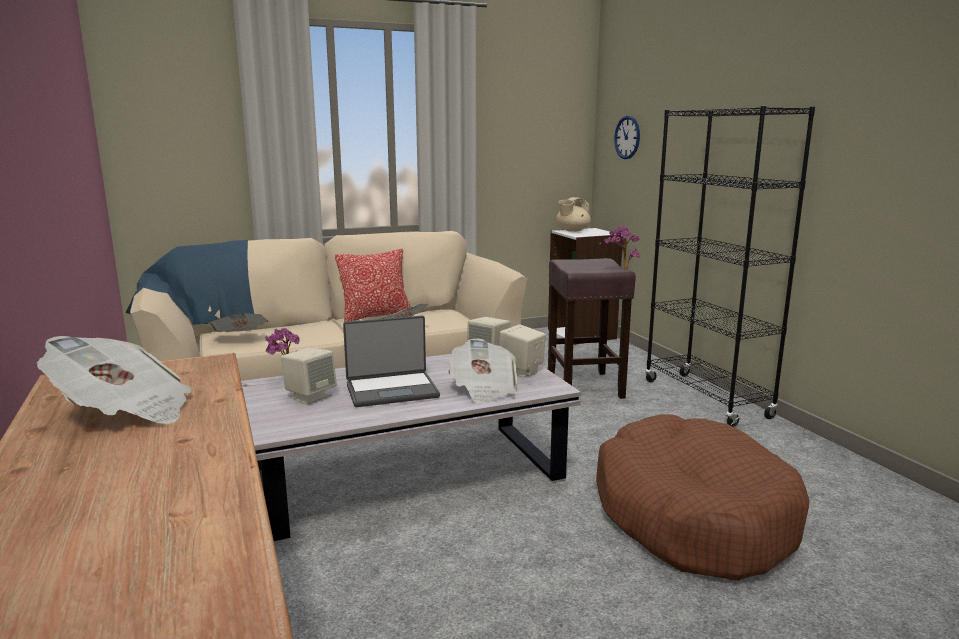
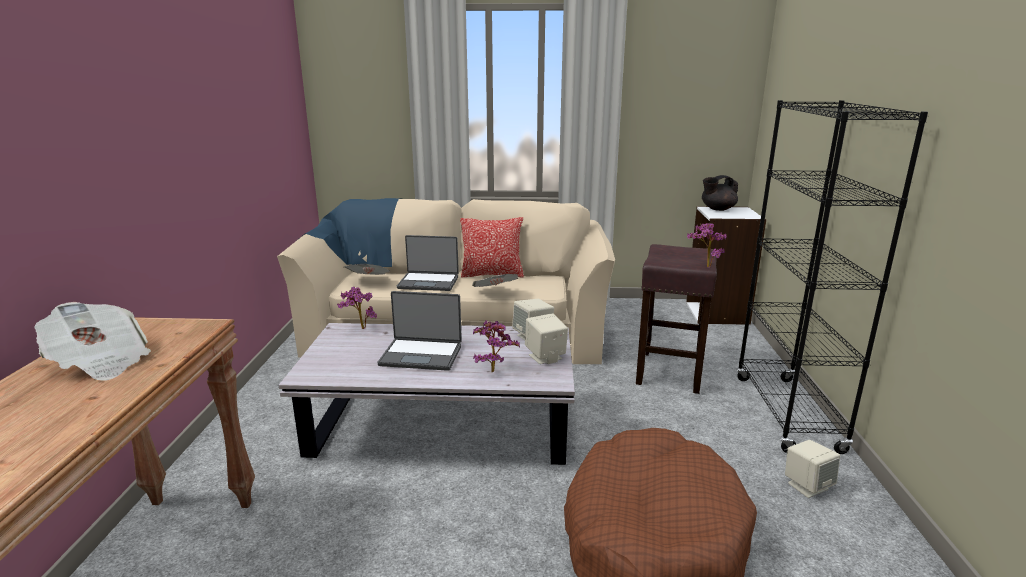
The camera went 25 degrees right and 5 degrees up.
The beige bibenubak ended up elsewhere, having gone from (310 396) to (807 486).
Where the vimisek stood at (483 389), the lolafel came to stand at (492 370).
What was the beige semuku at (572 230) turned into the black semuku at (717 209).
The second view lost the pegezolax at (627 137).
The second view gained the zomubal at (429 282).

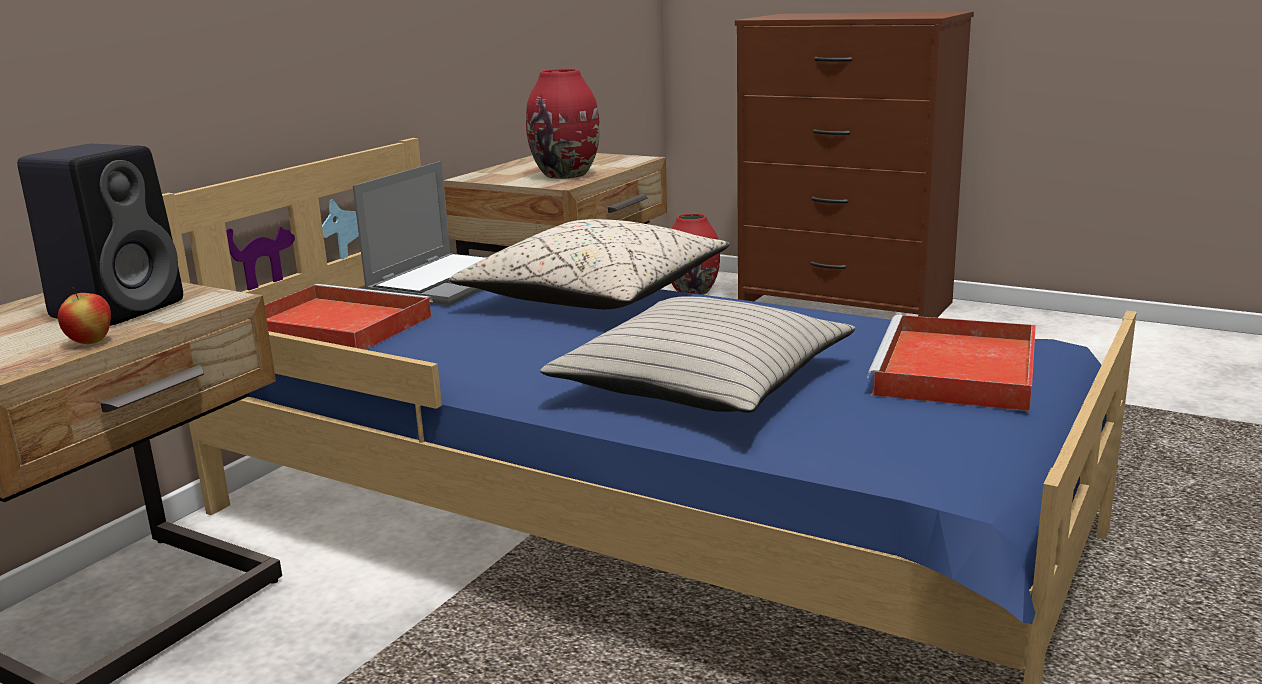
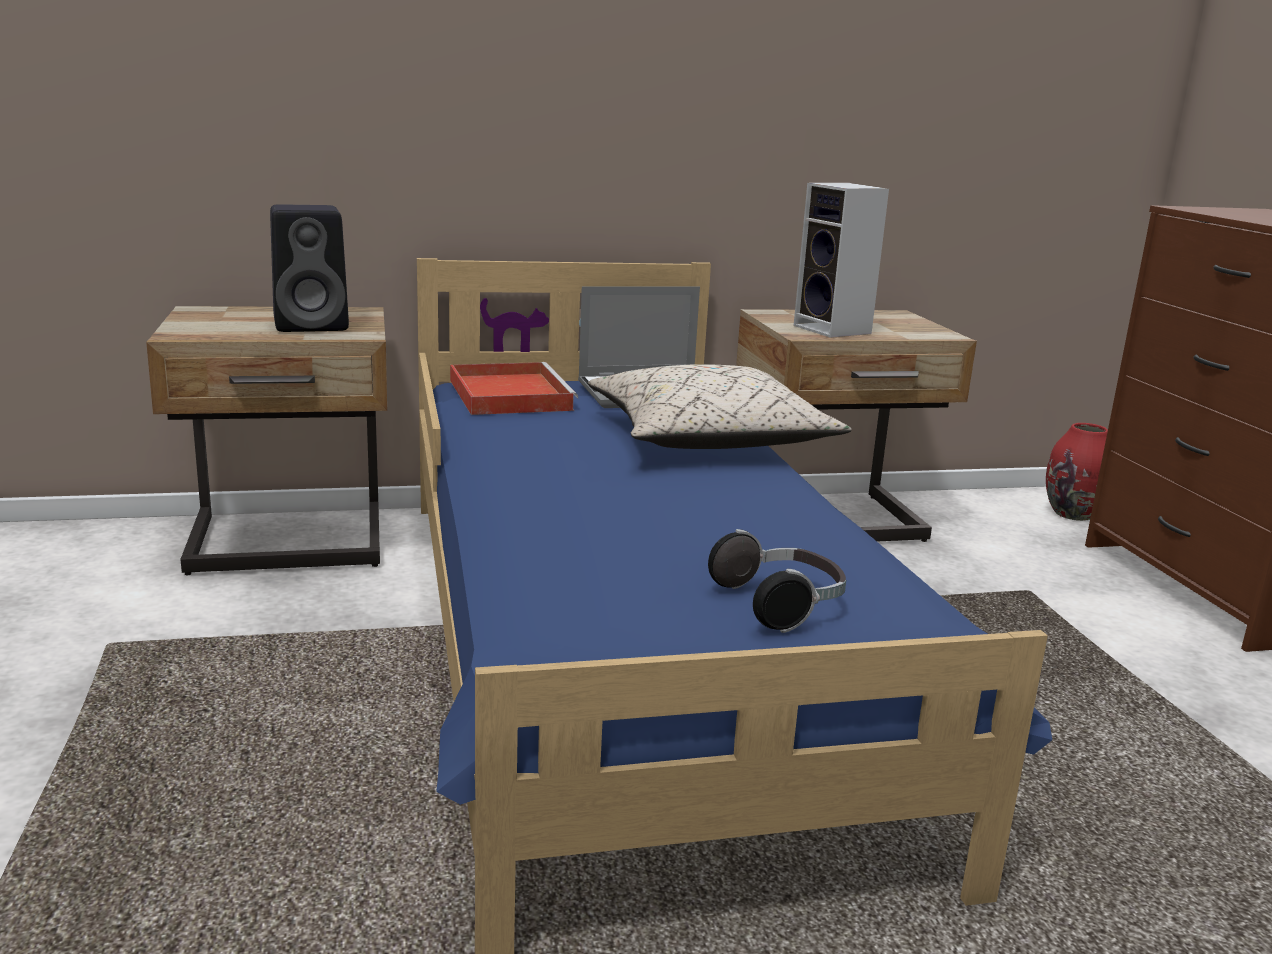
The camera went 45 degrees right and 0 degrees up.
The second view lost the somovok at (90 342).
Where the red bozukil stood at (566 175), the bibenubak came to stand at (835 330).
The second view lost the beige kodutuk at (702 382).
Where the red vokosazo stood at (957 372), the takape came to stand at (780 605).

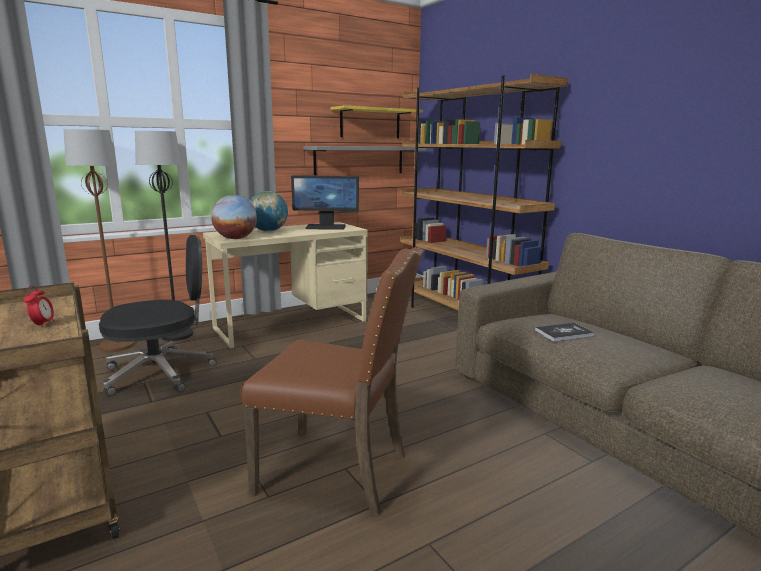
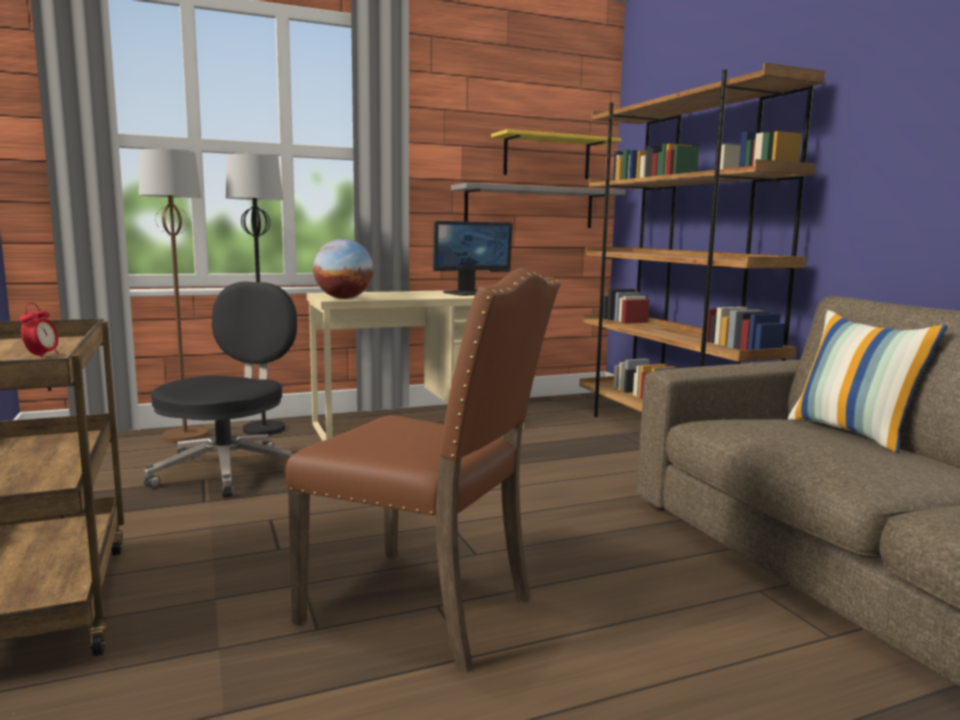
The camera went 10 degrees right and 5 degrees down.
The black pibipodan at (161 373) ended up facing another way, 60 degrees counterclockwise from before.
The second view lost the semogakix at (268 231).
The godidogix at (326 227) ended up facing another way, 45 degrees counterclockwise from before.
The second view lost the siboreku at (564 333).
The second view gained the kodutuk at (853 433).

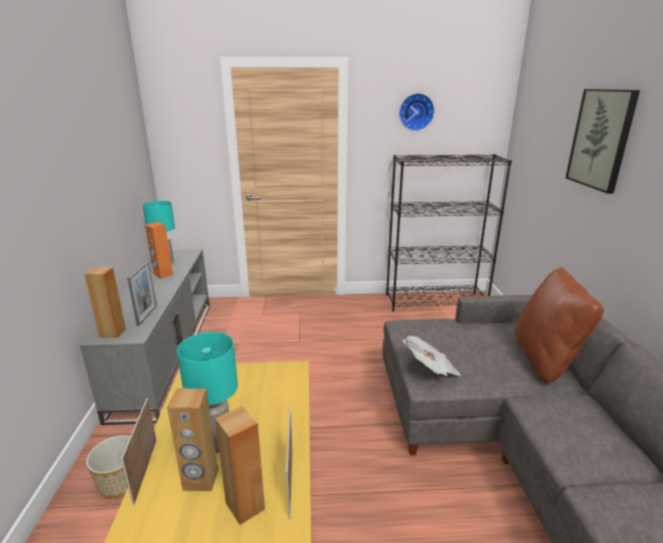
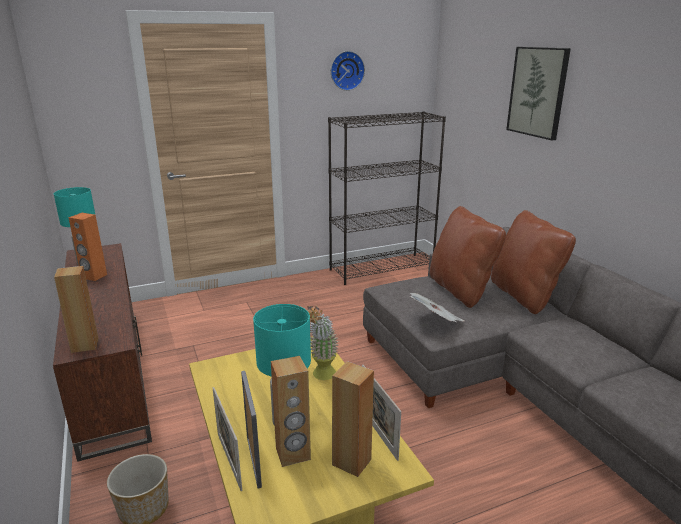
The camera went 20 degrees left and 0 degrees up.
What was the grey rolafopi at (165 353) turned into the brown rolafopi at (109 371).
The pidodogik ended up elsewhere, having gone from (147 315) to (254 461).
The second view gained the lolafel at (321 376).
The second view gained the brown kodutuk at (460 290).

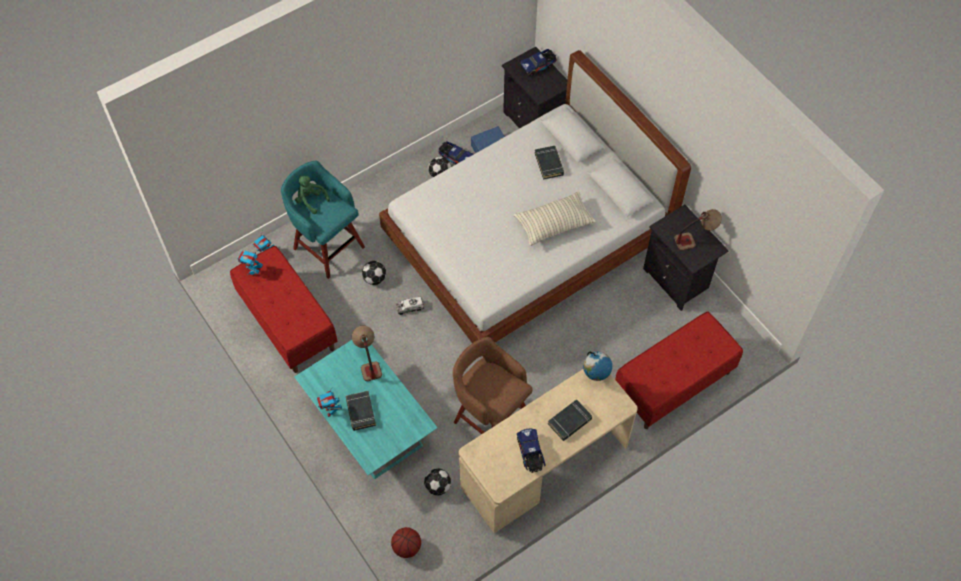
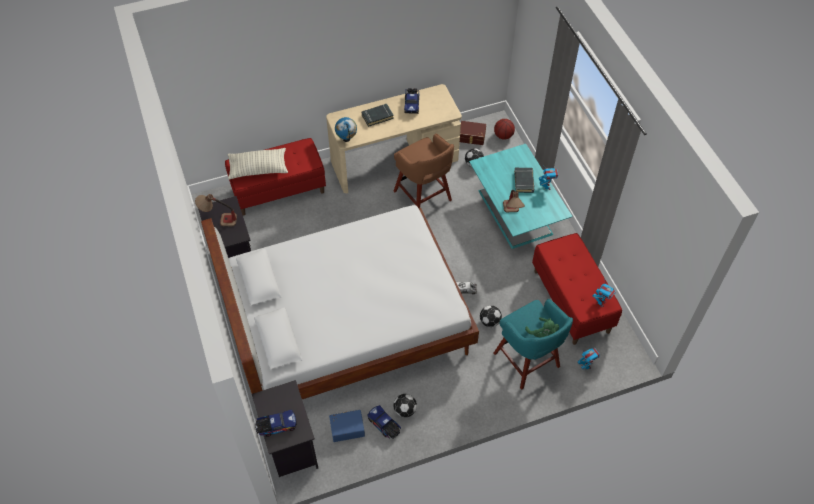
The camera went 165 degrees left and 5 degrees down.
The kodutuk ended up elsewhere, having gone from (554 224) to (258 169).
The second view lost the black siboreku at (549 164).
The second view gained the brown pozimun at (471 137).

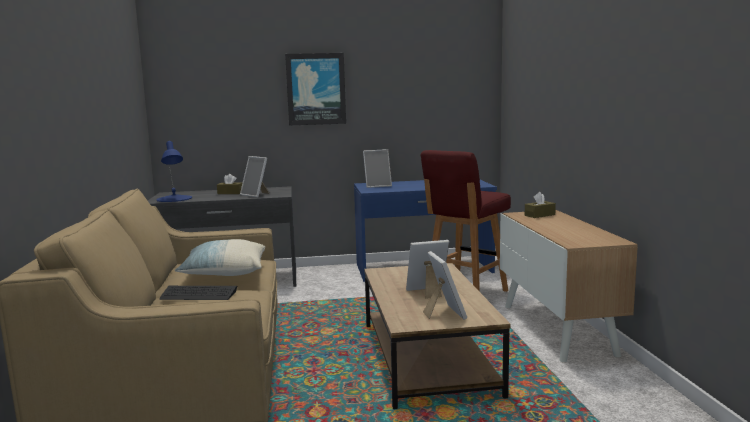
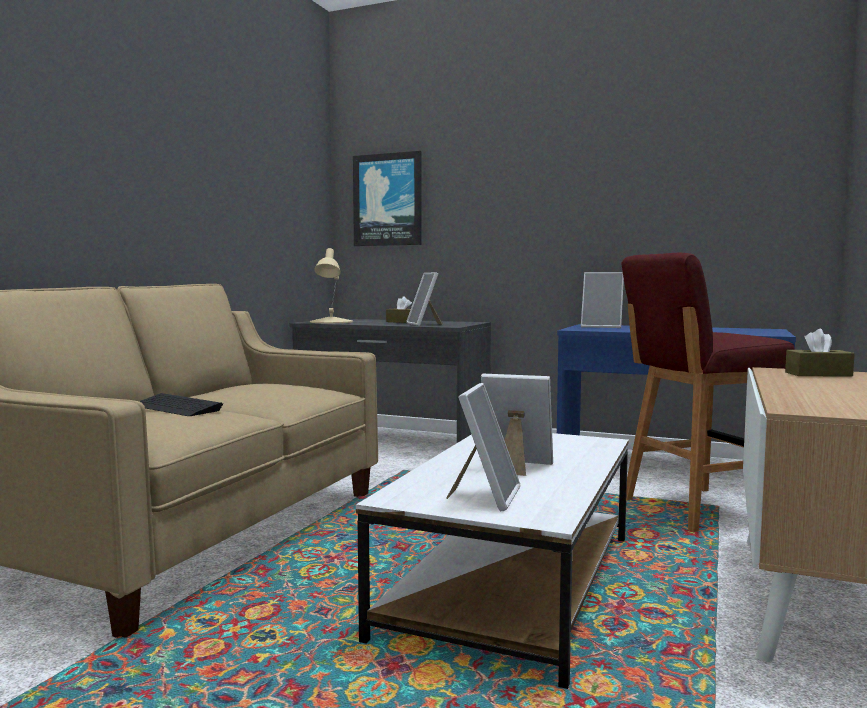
The camera went 30 degrees right and 5 degrees down.
What was the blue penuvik at (174 199) turned into the beige penuvik at (331 322).
The second view lost the kodutuk at (224 273).
The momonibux ended up elsewhere, having gone from (316 89) to (387 200).
What was the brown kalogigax at (426 357) turned into the white kalogigax at (513 583).

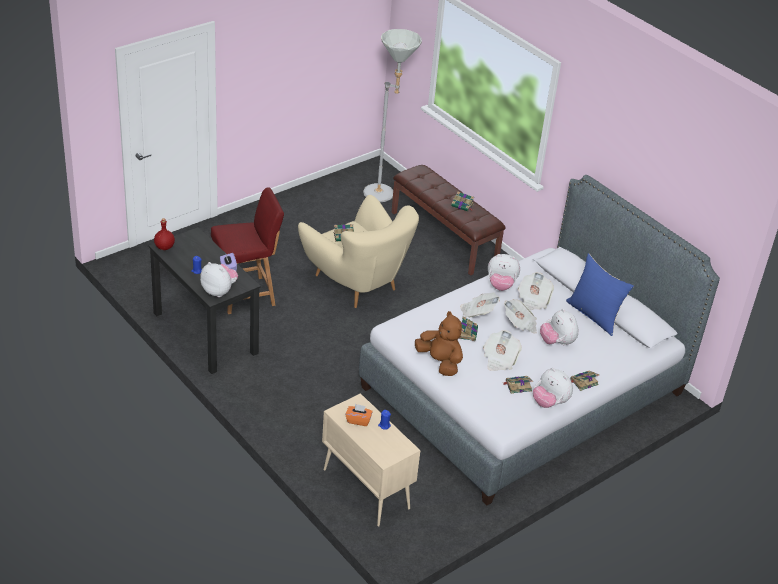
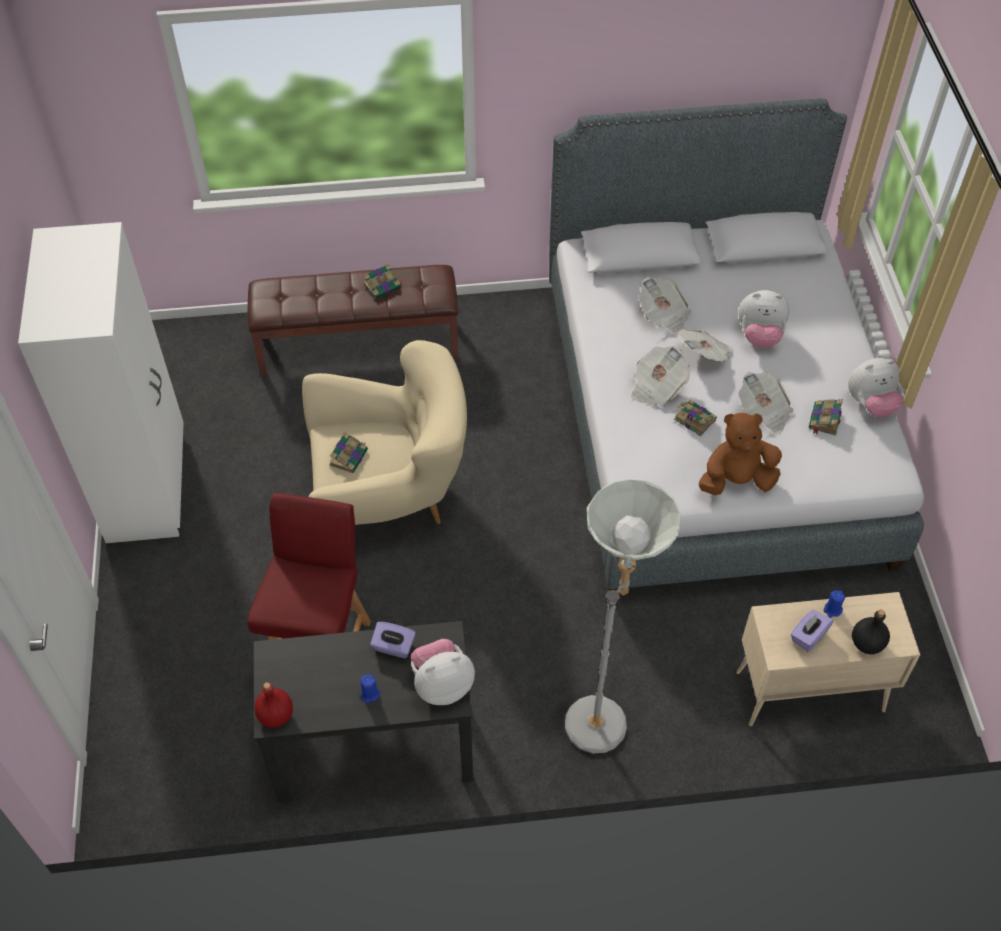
The camera went 55 degrees left and 15 degrees up.
What was the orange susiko at (358 420) turned into the purple susiko at (808 636).
The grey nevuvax ended up elsewhere, having gone from (385 194) to (603 714).
The second view lost the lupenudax at (501 285).
The second view lost the blue kodutuk at (594 315).
The second view lost the siboreku at (583 382).
The second view gained the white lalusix at (148 484).
The second view gained the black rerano at (867 643).

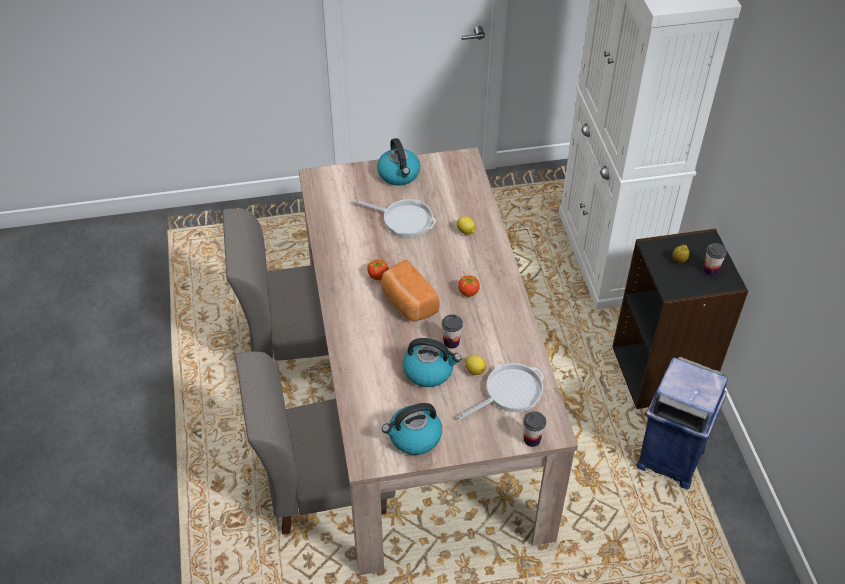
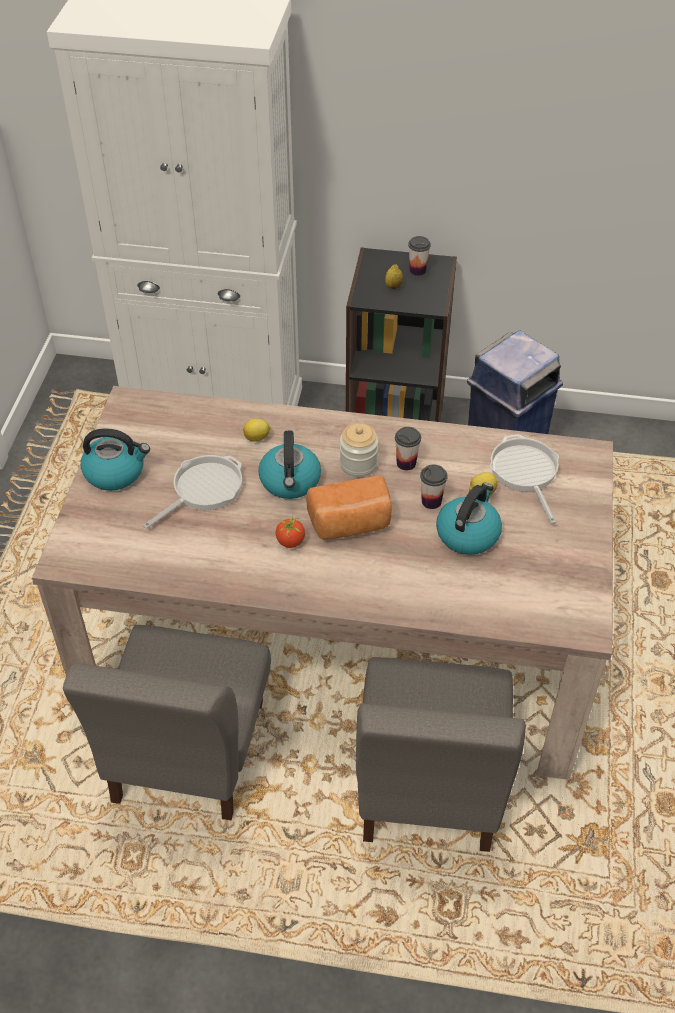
The camera went 70 degrees left and 0 degrees up.
The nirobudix ended up elsewhere, having gone from (414 437) to (290 482).
Where the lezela stood at (468 292), the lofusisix came to stand at (358 464).
The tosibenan ended up elsewhere, having gone from (532 439) to (406 463).

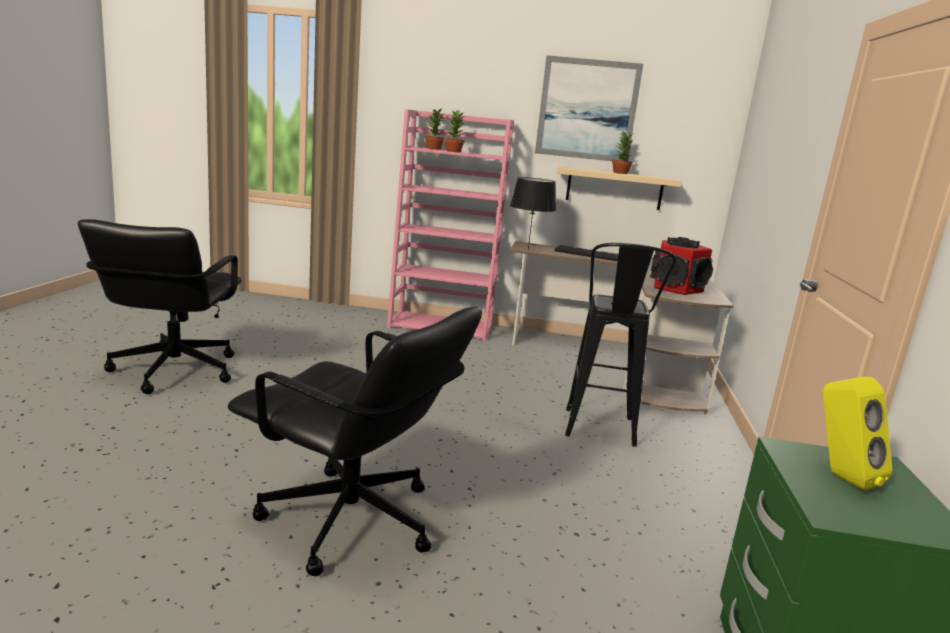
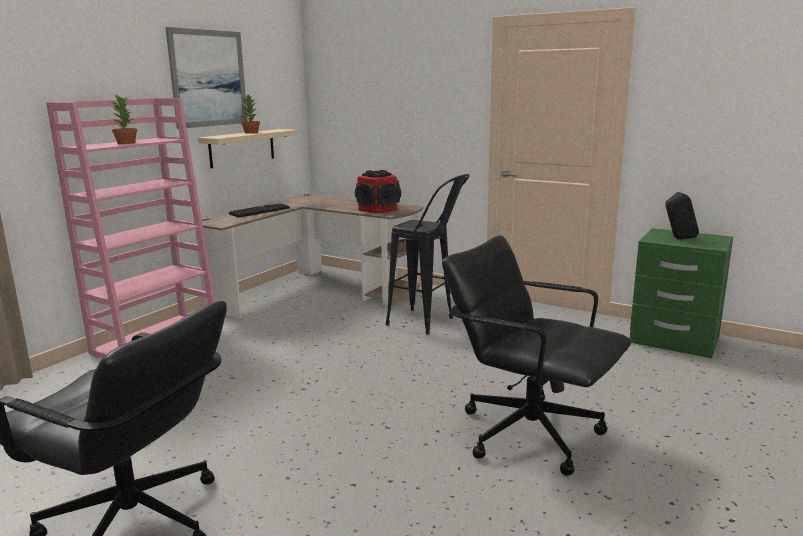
The camera went 65 degrees left and 0 degrees up.
The black pibipodan at (351 522) ended up facing another way, 105 degrees counterclockwise from before.
The second view lost the lolafel at (433 149).
The second view lost the black penuvik at (528 249).
What was the yellow bibenubak at (840 477) turned into the black bibenubak at (678 239).

